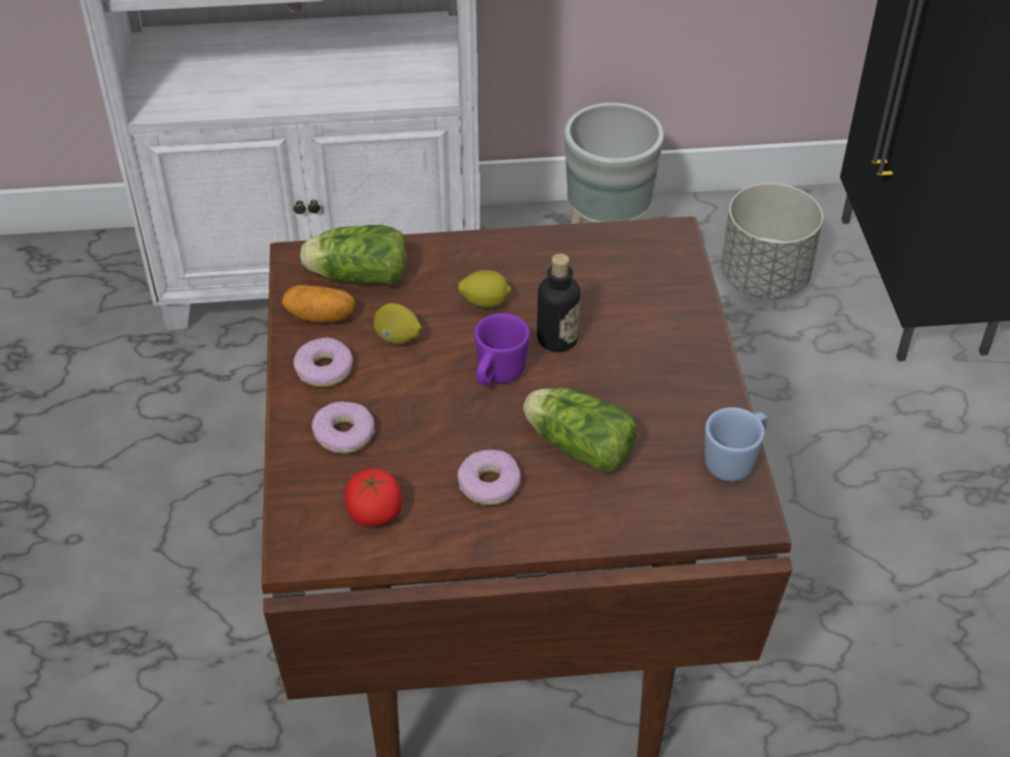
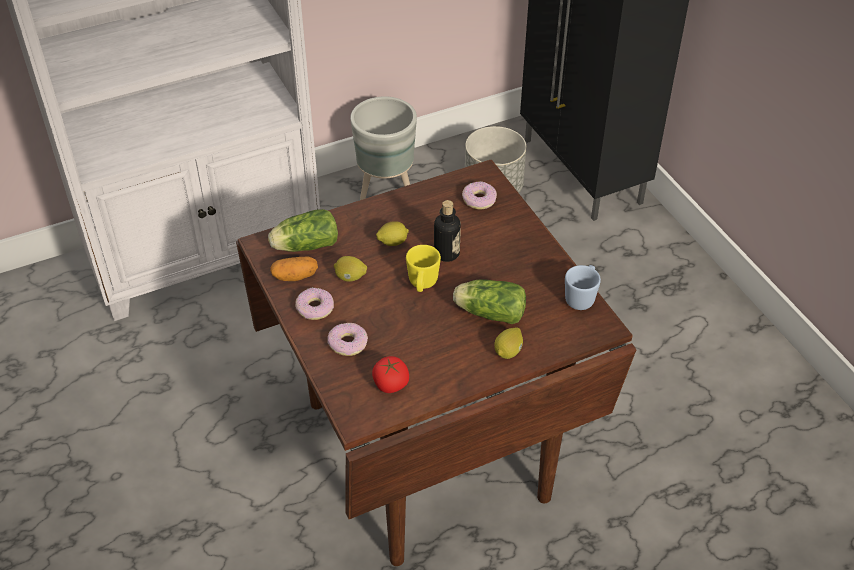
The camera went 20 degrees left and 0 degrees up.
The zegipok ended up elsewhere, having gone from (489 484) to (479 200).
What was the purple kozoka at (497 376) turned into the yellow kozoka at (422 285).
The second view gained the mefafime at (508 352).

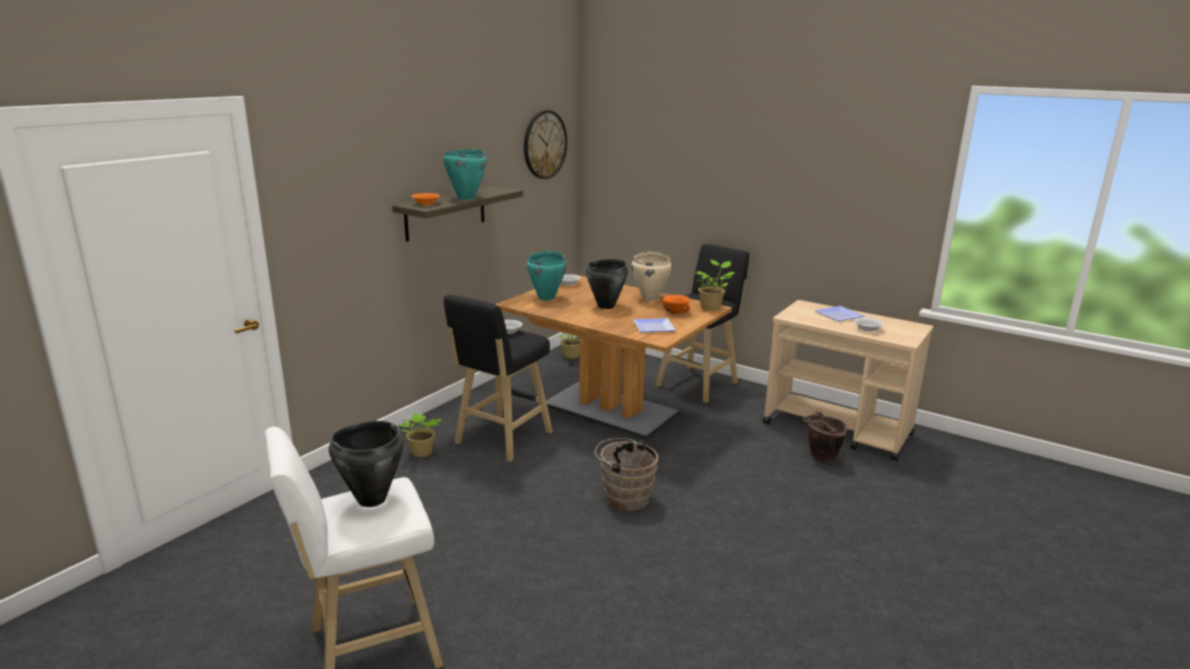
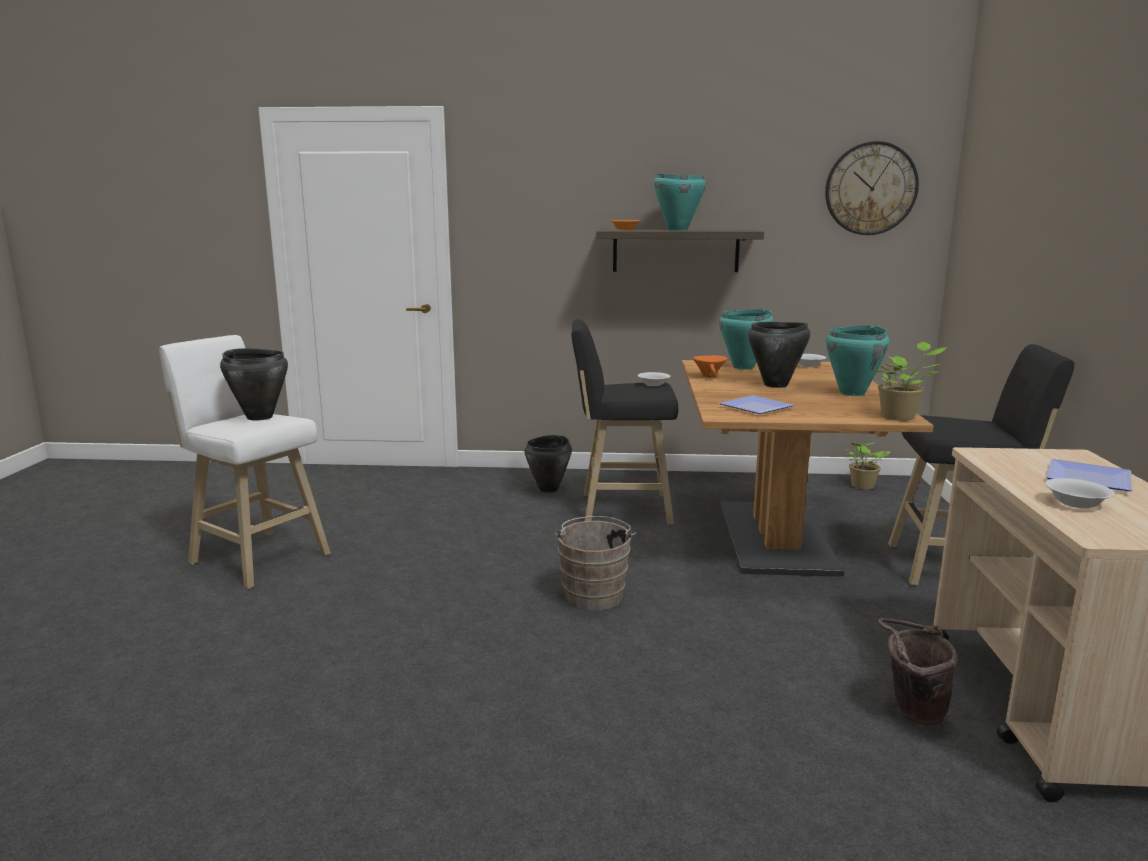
The camera went 60 degrees right and 5 degrees down.
Where the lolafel stood at (421 453), the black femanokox came to stand at (549 489).
What was the beige femanokox at (650 298) turned into the turquoise femanokox at (853 393).
The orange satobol ended up elsewhere, having gone from (676 312) to (709 376).

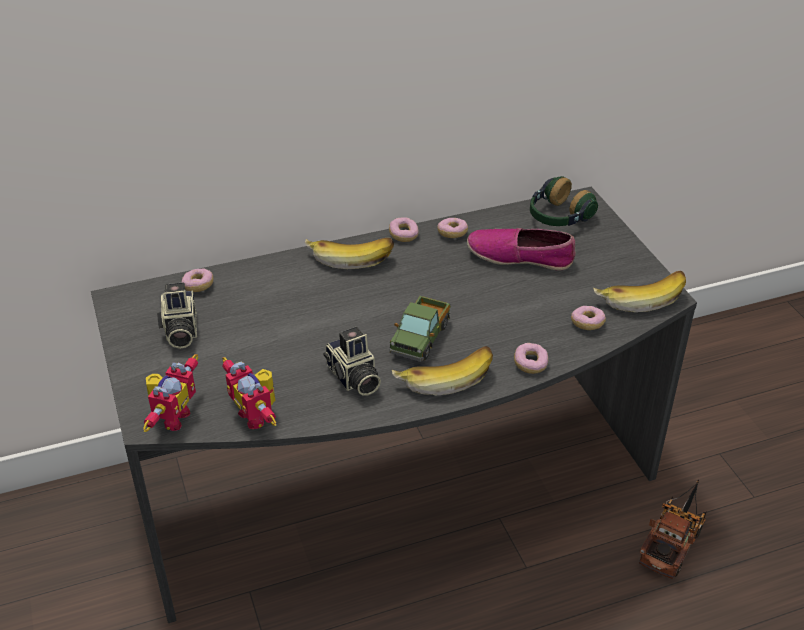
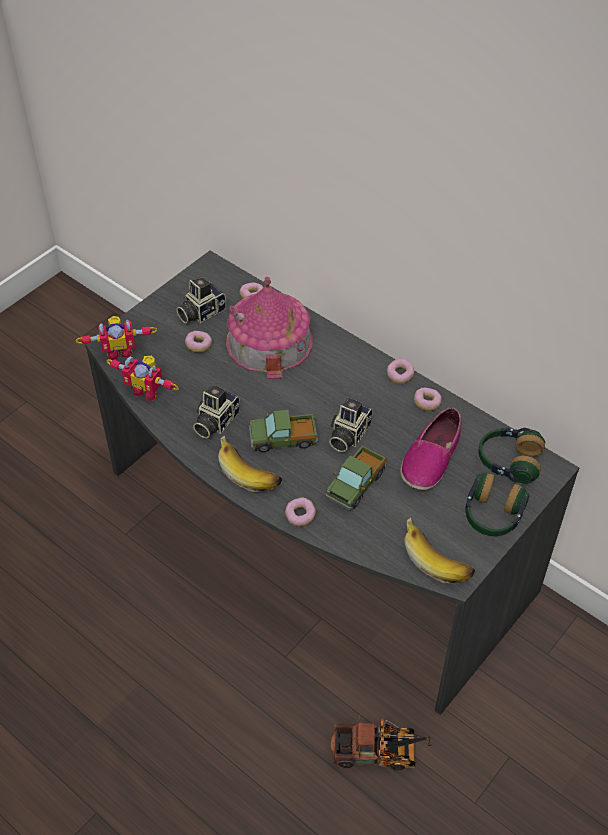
The camera went 60 degrees right and 10 degrees up.
The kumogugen at (257 415) ended up facing another way, 90 degrees counterclockwise from before.
The second view lost the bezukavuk at (351 257).
The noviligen at (520 256) ended up facing another way, 135 degrees counterclockwise from before.
The zegipok ended up elsewhere, having gone from (587 323) to (199 345).
The second view gained the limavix at (269 342).
The second view gained the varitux at (356 484).
The second view gained the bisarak at (347 434).
The second view gained the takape at (492 516).

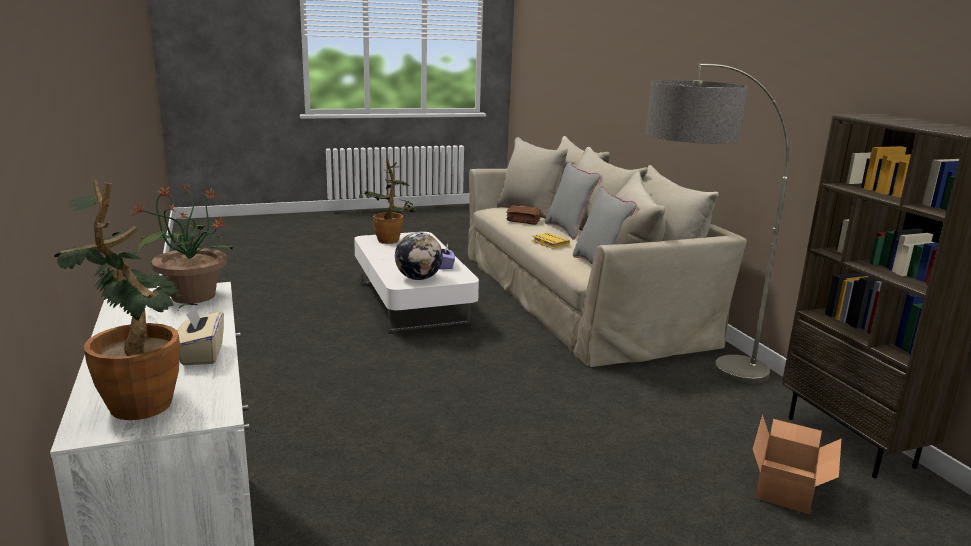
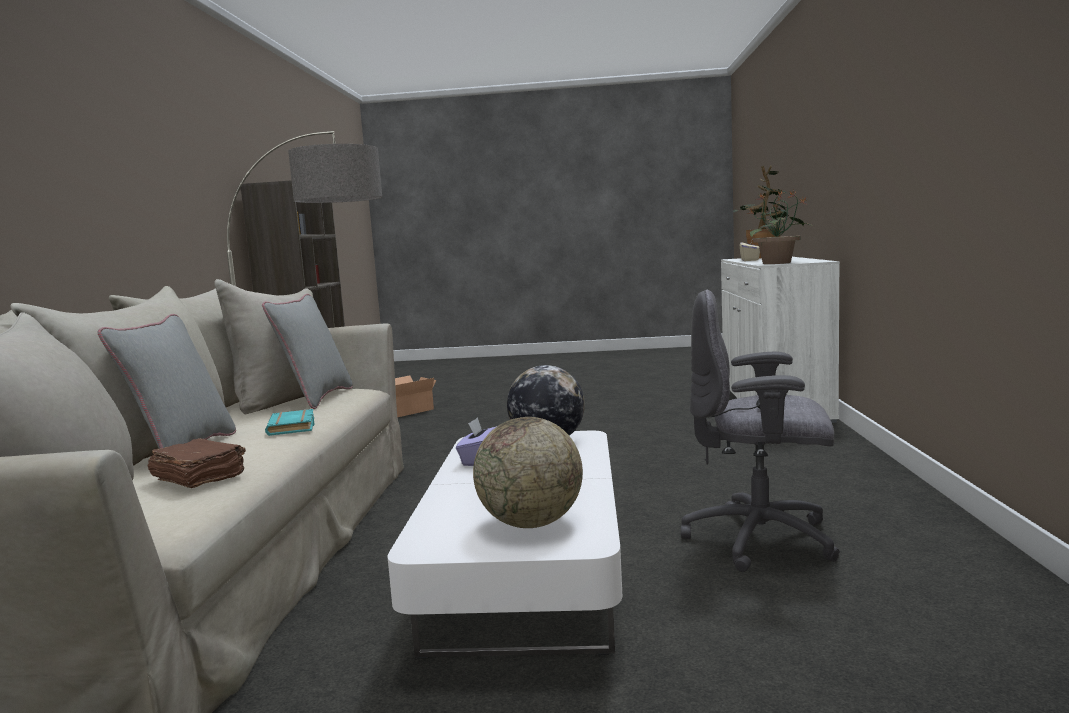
The camera went 155 degrees left and 10 degrees down.
Where the lolafel stood at (390 242), the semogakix came to stand at (531 523).
What was the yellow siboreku at (549 243) turned into the turquoise siboreku at (293 427).
The second view gained the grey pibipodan at (762 540).

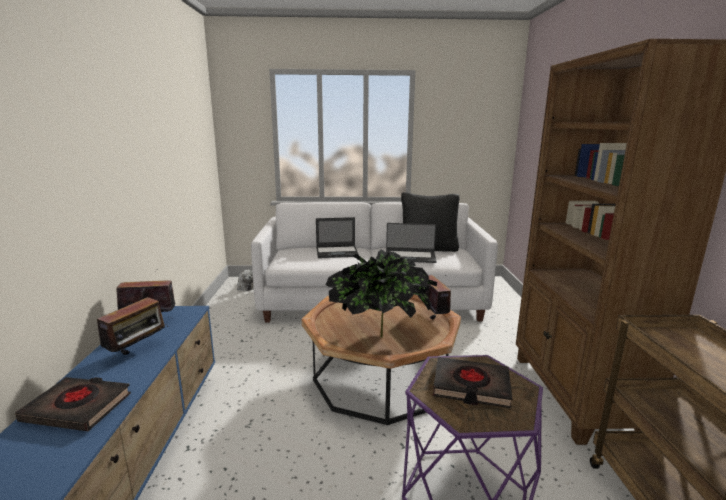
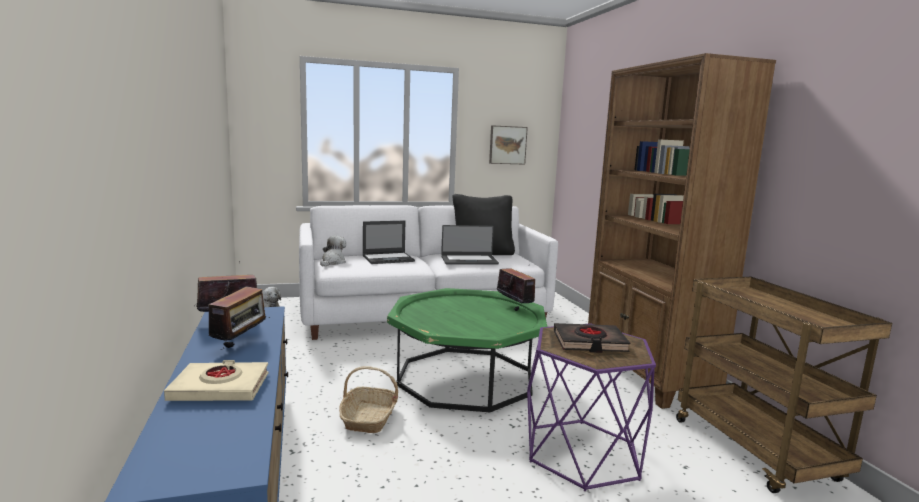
The camera went 15 degrees left and 5 degrees down.
What was the black siboreku at (78 408) turned into the beige siboreku at (220 388).
What was the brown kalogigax at (380 378) turned into the green kalogigax at (465 378).
The second view lost the lolafel at (379 336).
The second view gained the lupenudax at (333 262).
The second view gained the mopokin at (369 418).
The second view gained the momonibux at (507 145).

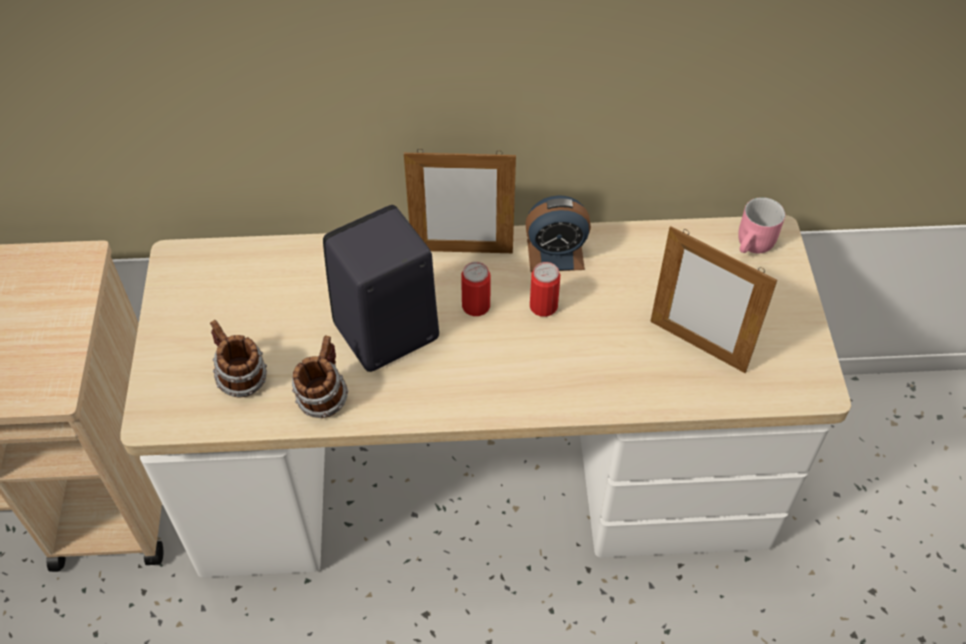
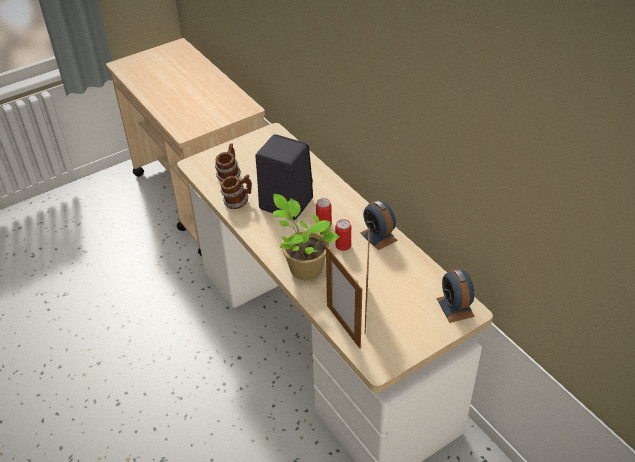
The camera went 60 degrees right and 10 degrees down.
The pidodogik ended up elsewhere, having gone from (462 251) to (343 326).
Where the pink kozoka stood at (755 246), the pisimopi came to stand at (455 307).
The second view gained the lolafel at (304 267).

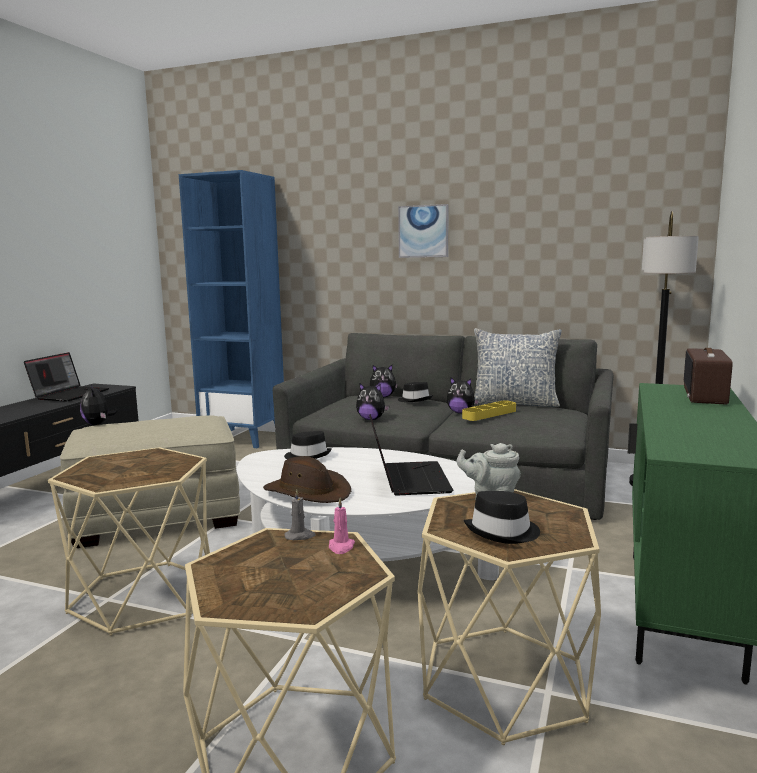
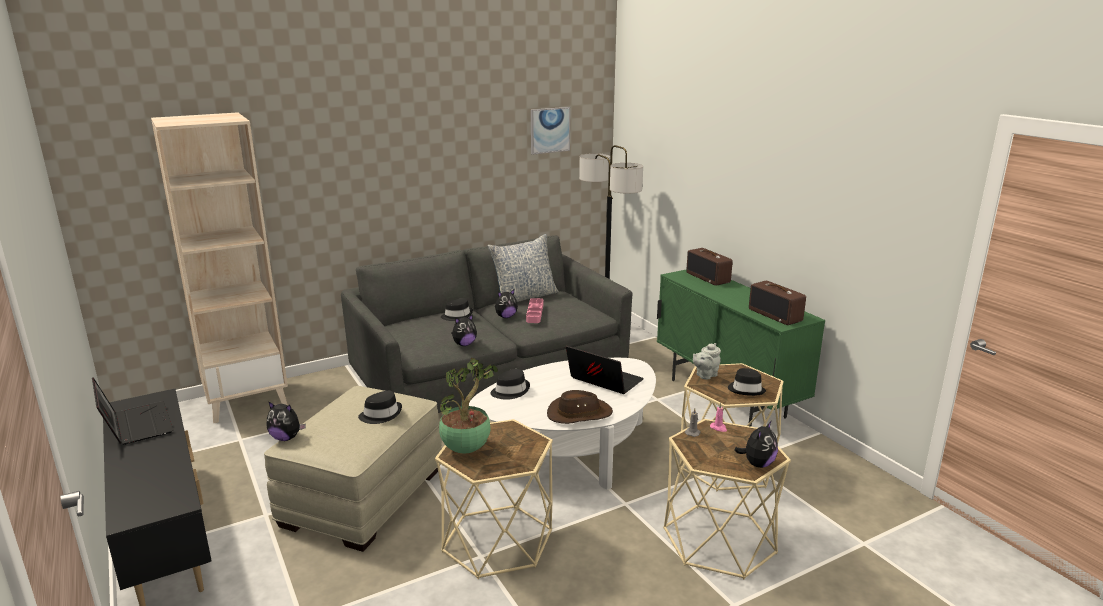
The camera went 50 degrees left and 10 degrees up.
What was the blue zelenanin at (244 438) turned into the beige zelenanin at (247 401).
The lupenudax ended up elsewhere, having gone from (383 397) to (757 464).
The momonibux ended up elsewhere, having gone from (423 231) to (549 130).
What was the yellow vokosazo at (489 414) turned into the pink vokosazo at (535 313).
The second view gained the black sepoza at (381 414).
The second view gained the lolafel at (467 448).
The second view gained the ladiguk at (776 315).

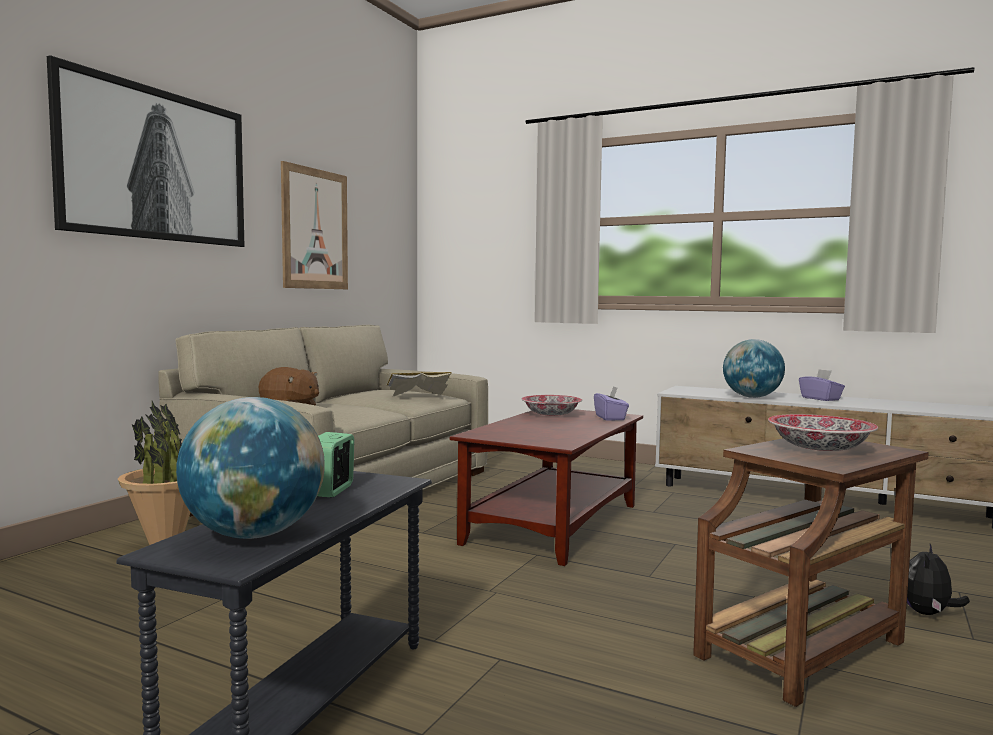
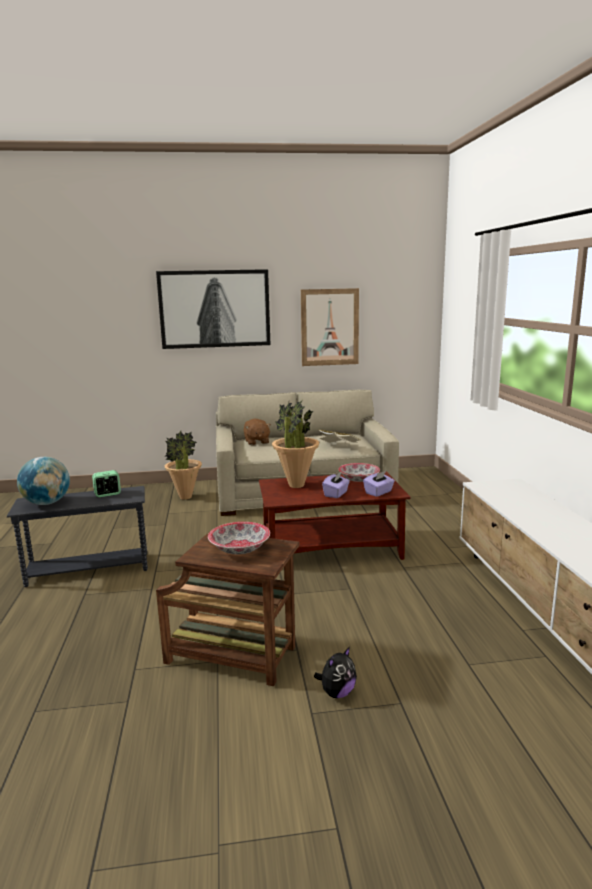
The camera went 55 degrees right and 10 degrees up.
The second view lost the semogakix at (752 397).
The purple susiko ended up elsewhere, having gone from (820 399) to (336 494).
The lupenudax at (928 613) ended up facing another way, 135 degrees clockwise from before.
The second view gained the lolafel at (296 485).

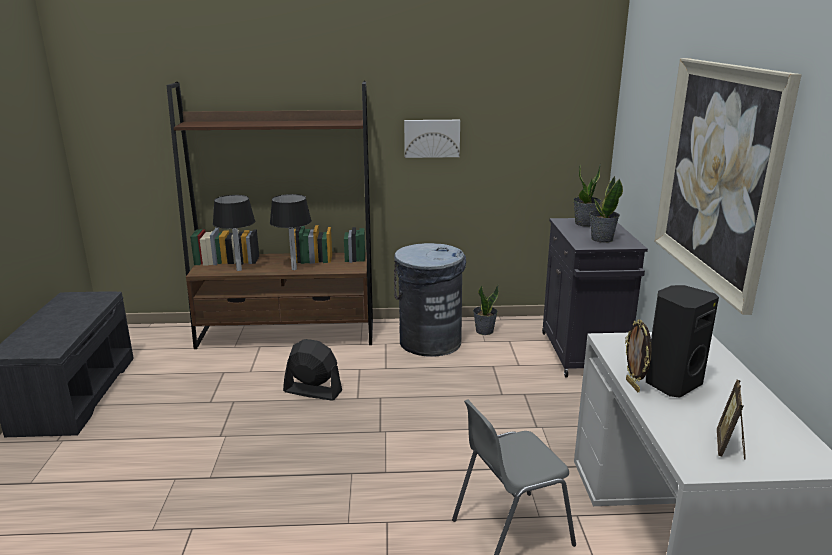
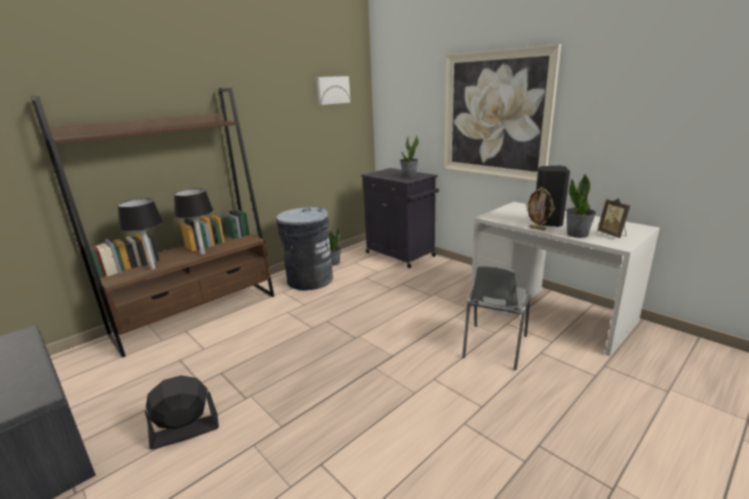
The camera went 40 degrees left and 0 degrees up.
The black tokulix ended up elsewhere, having gone from (312 391) to (185 431).
The momonibux ended up elsewhere, having gone from (431 138) to (332 90).
The lolafel ended up elsewhere, having gone from (585 223) to (577 234).

